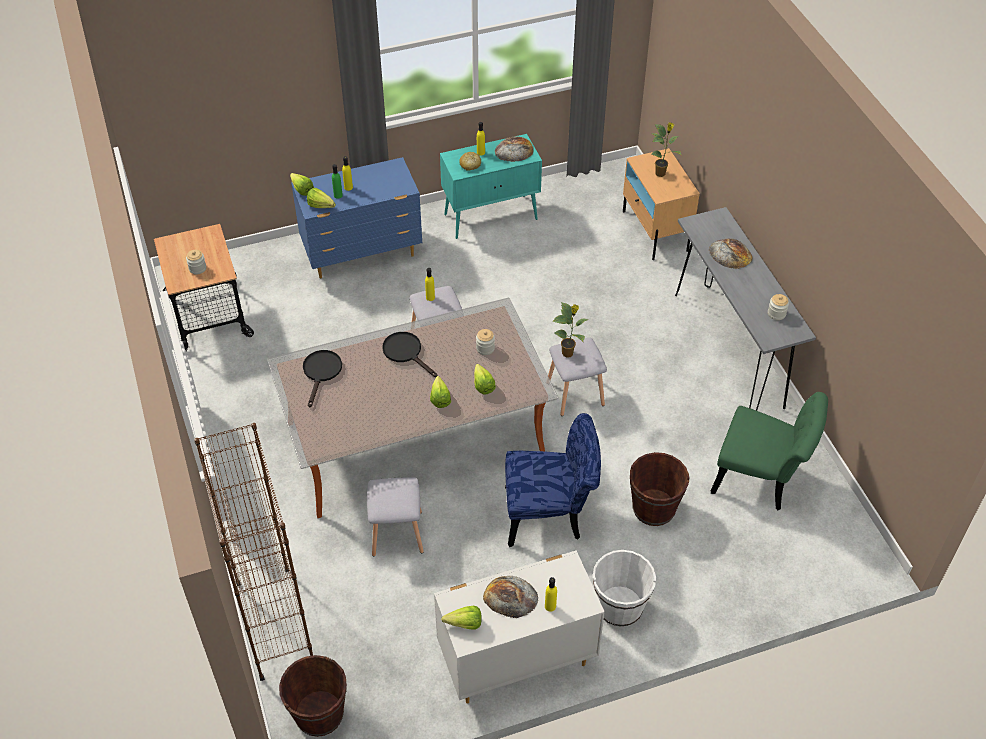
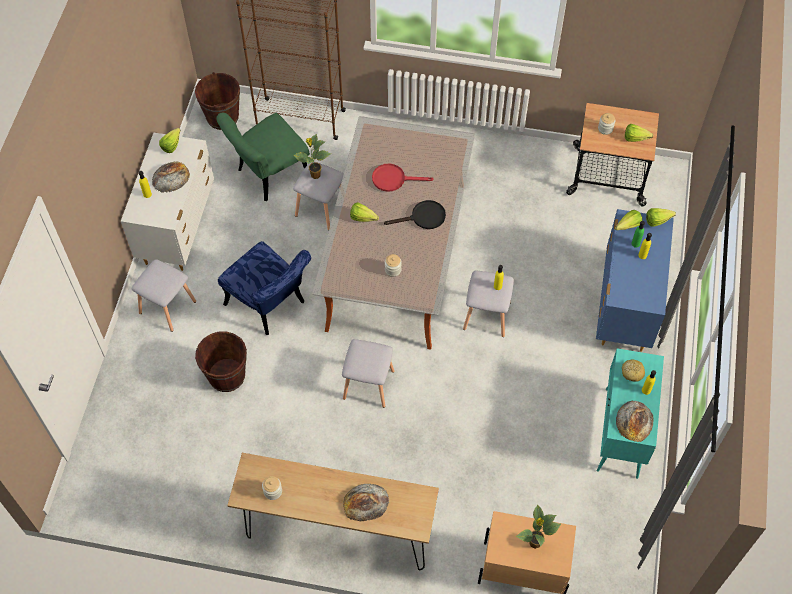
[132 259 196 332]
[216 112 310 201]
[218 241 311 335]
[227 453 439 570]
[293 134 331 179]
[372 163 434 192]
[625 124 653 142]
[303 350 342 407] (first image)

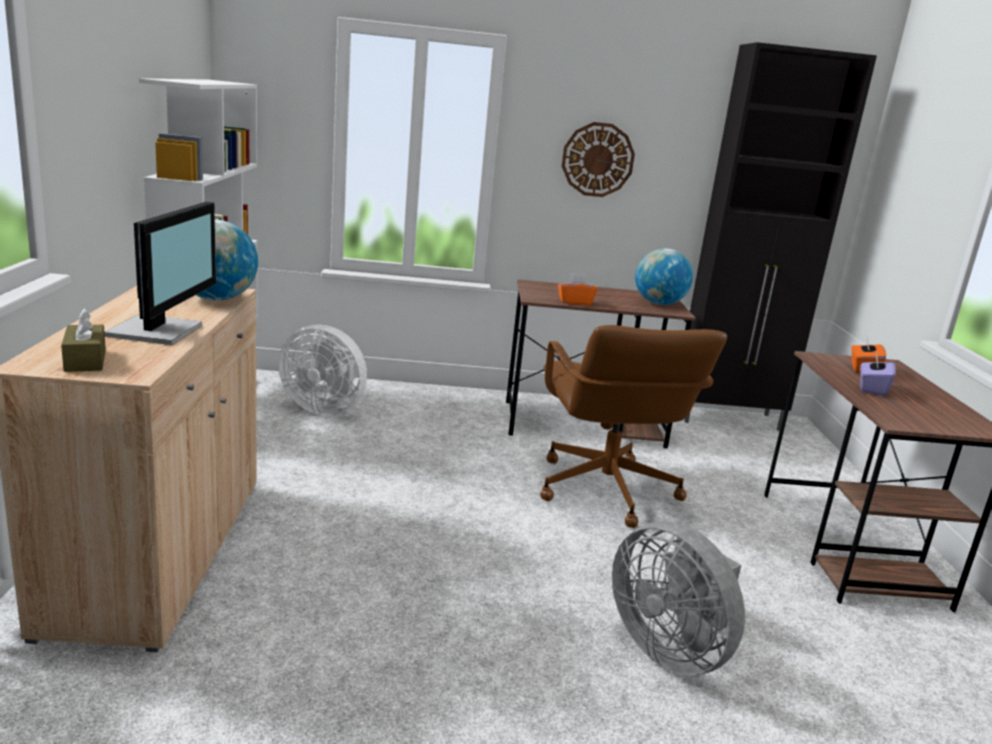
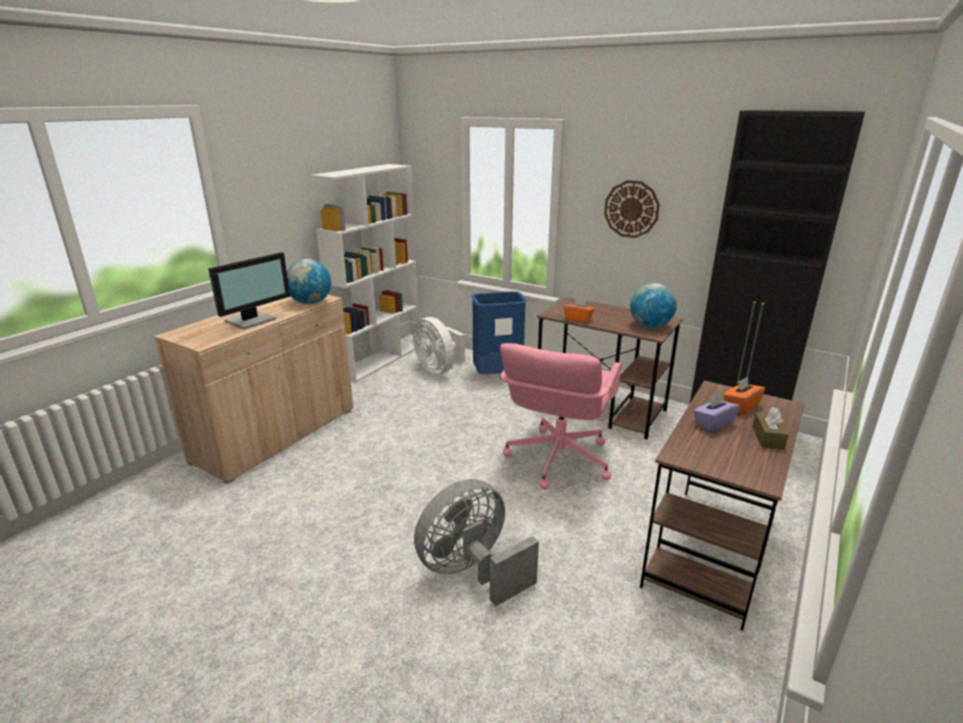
[414 479 539 606]
[471 291 527 374]
[500 343 621 489]
[752 407 789 450]

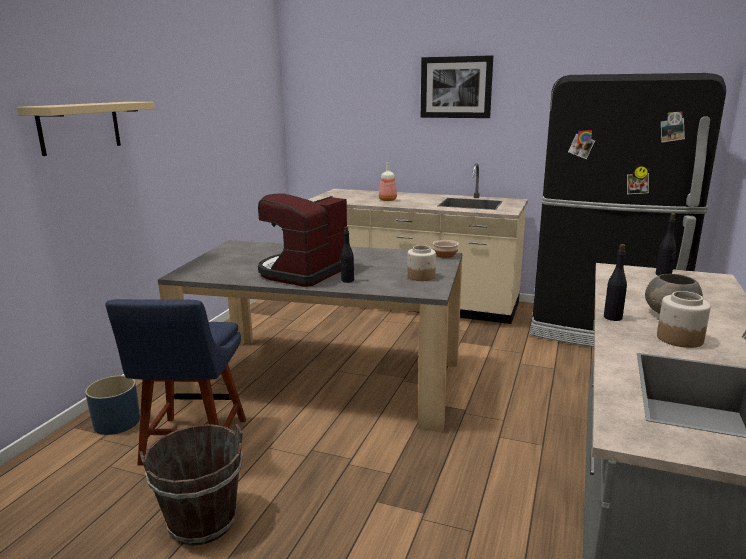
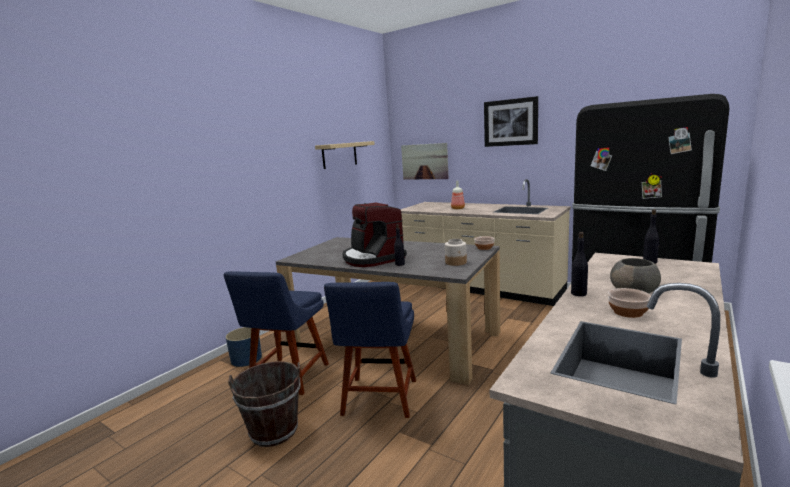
[315 141 375 169]
[324 282 416 418]
[342 203 407 267]
[401 143 449 179]
[608 288 651 318]

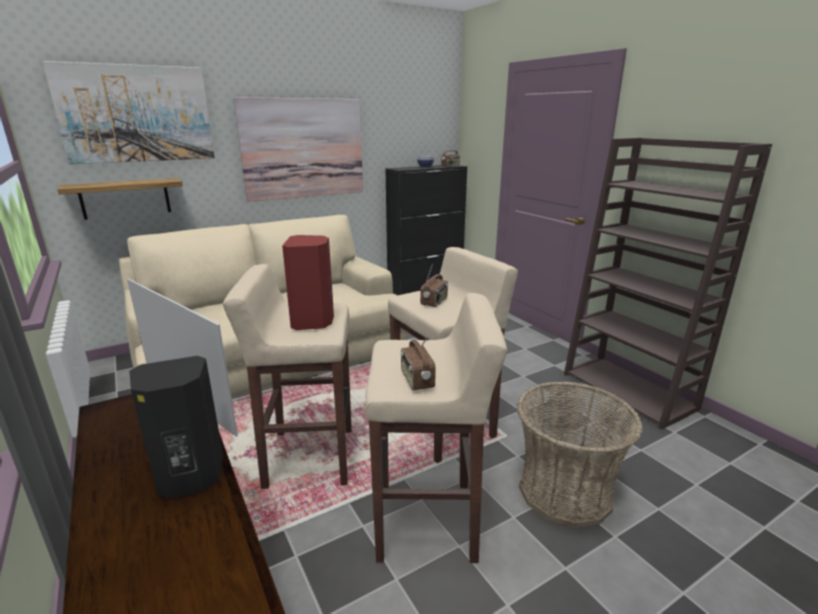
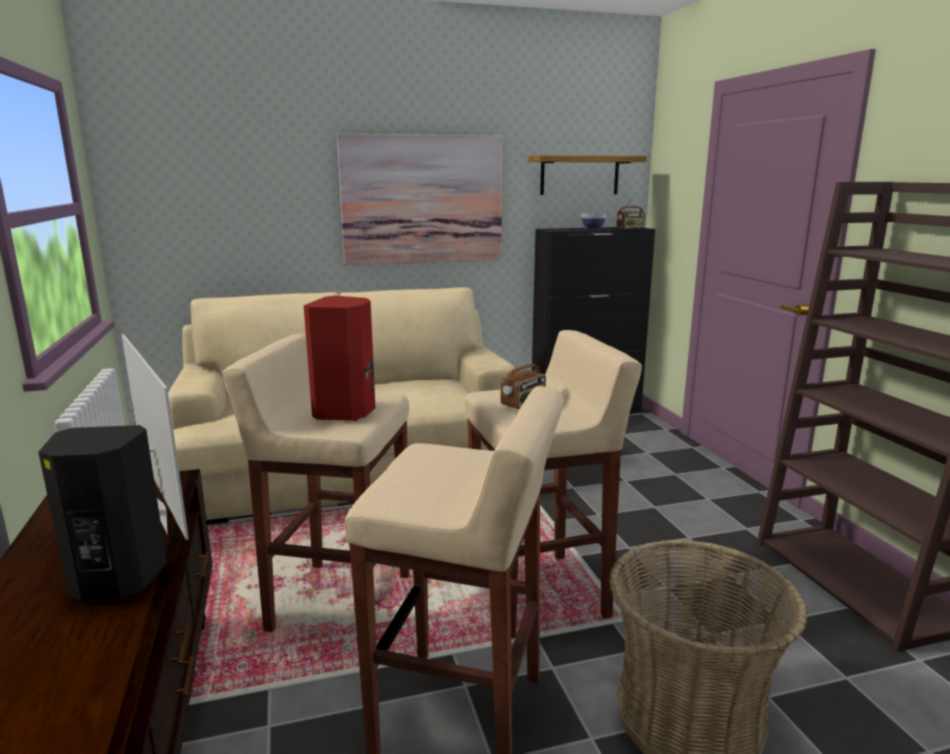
[528 155 647 195]
[42 61 215 164] (first image)
[401 335 436 390] (first image)

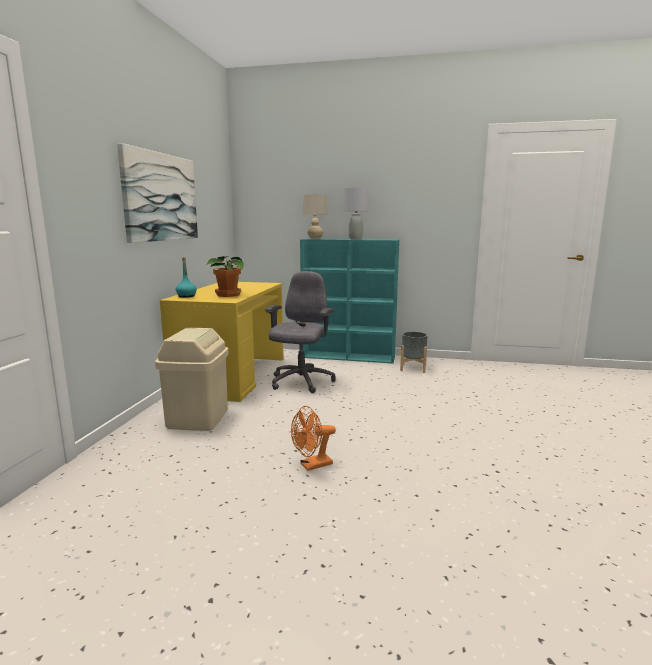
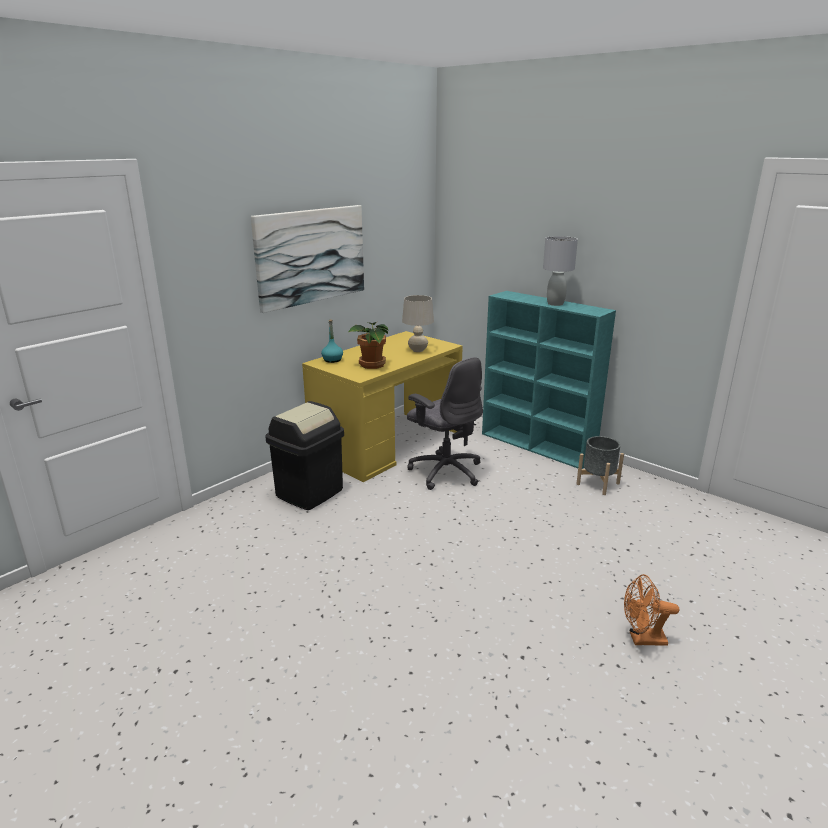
[265 401 344 510]
[402 295 434 352]
[407 357 483 490]
[624 574 679 646]

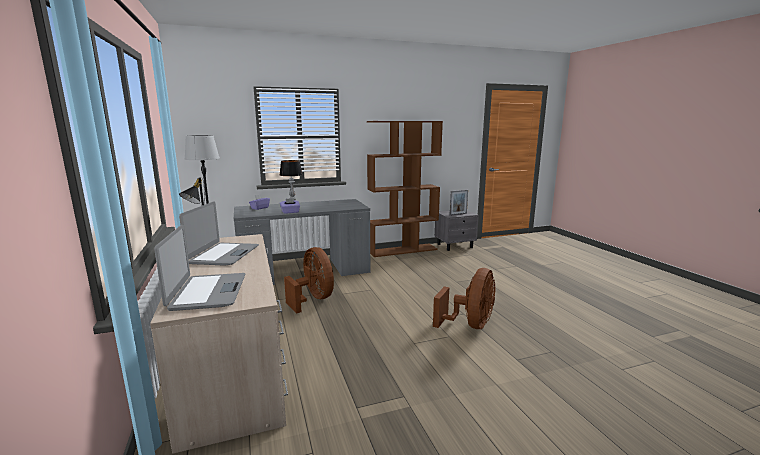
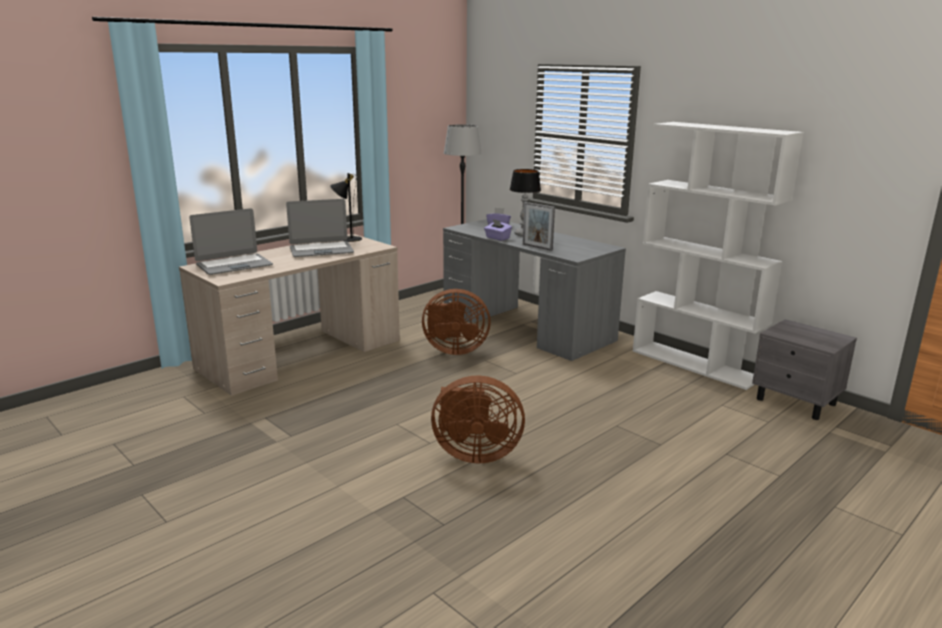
[422 289 491 355]
[523 202 555 251]
[633 122 804 390]

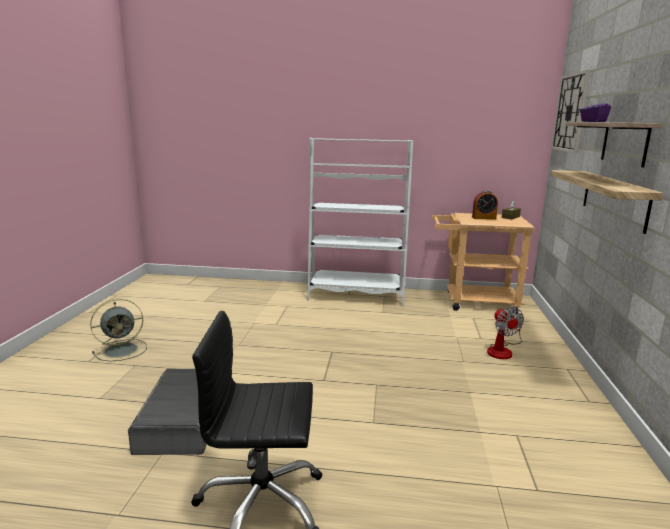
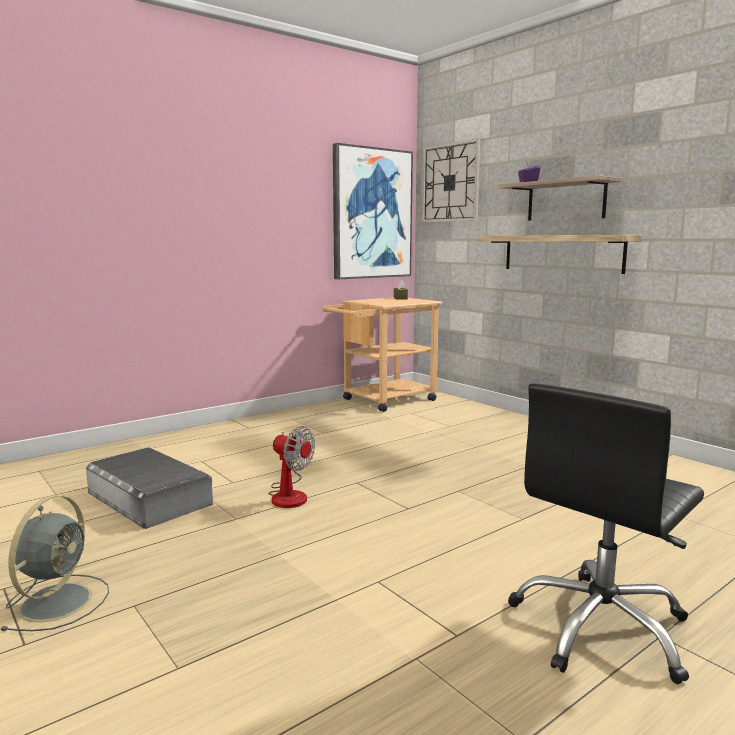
[86 447 213 529]
[269 426 315 508]
[333 143 413 279]
[307 138 413 306] (first image)
[472 191 498 219] (first image)

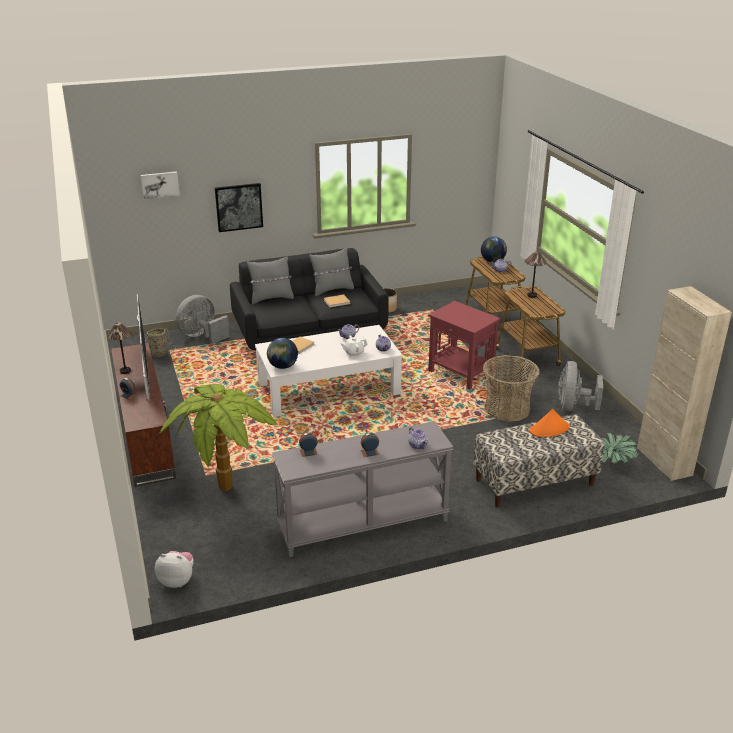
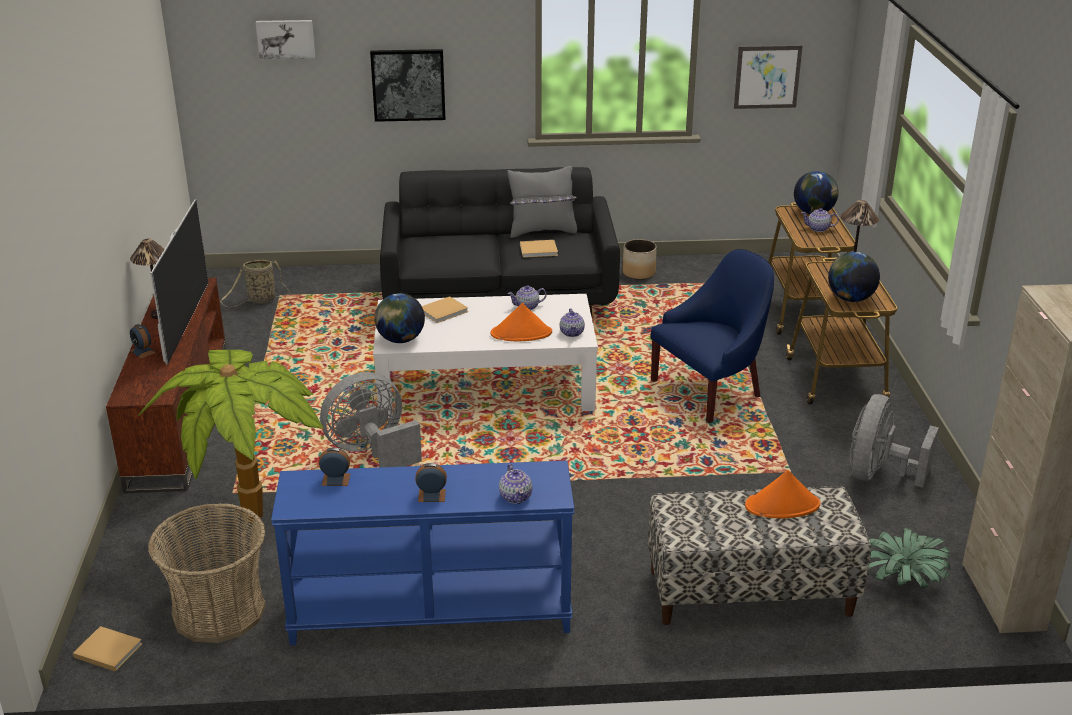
[73 626 142 672]
[148 503 266 643]
[271 461 575 645]
[320 372 422 467]
[491 303 552 342]
[650 249 774 423]
[734 45 803 109]
[828 252 880 302]
[247 257 294 304] (first image)

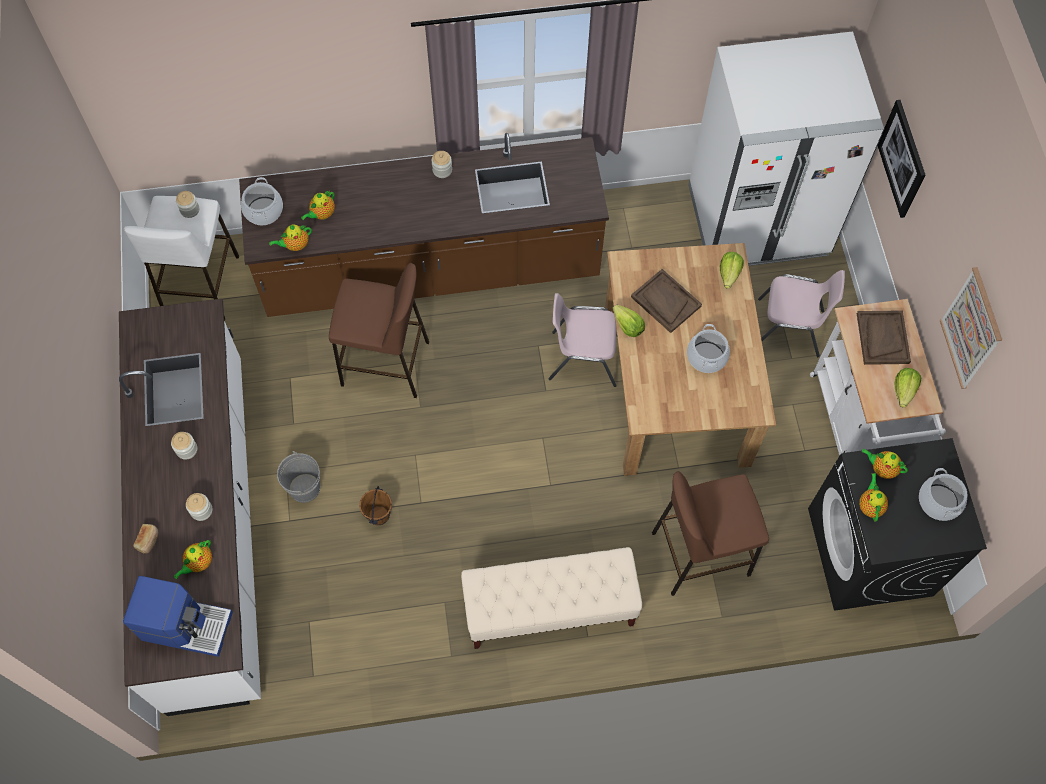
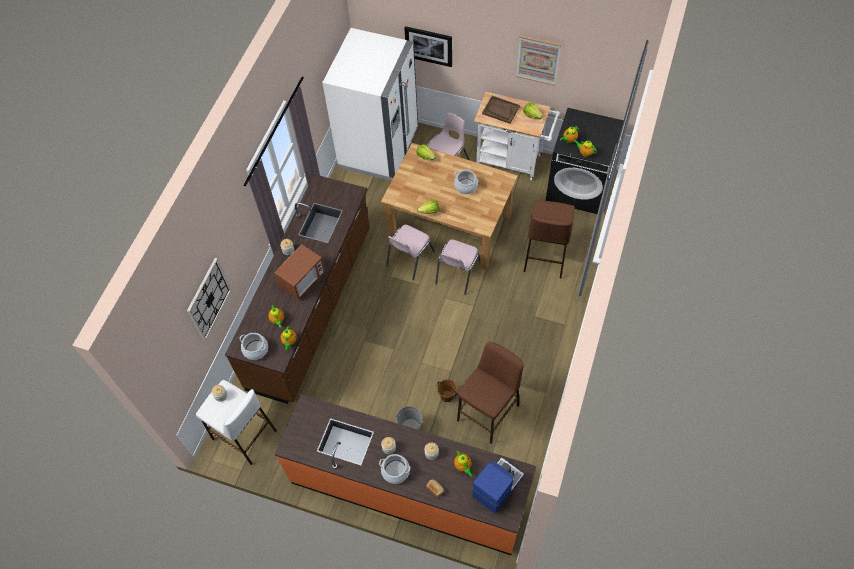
[187 258 231 341]
[274 244 325 299]
[275 394 536 555]
[379 454 410 484]
[435 239 480 295]
[457 342 524 444]
[461 547 642 649] (first image)
[631 269 702 333] (first image)

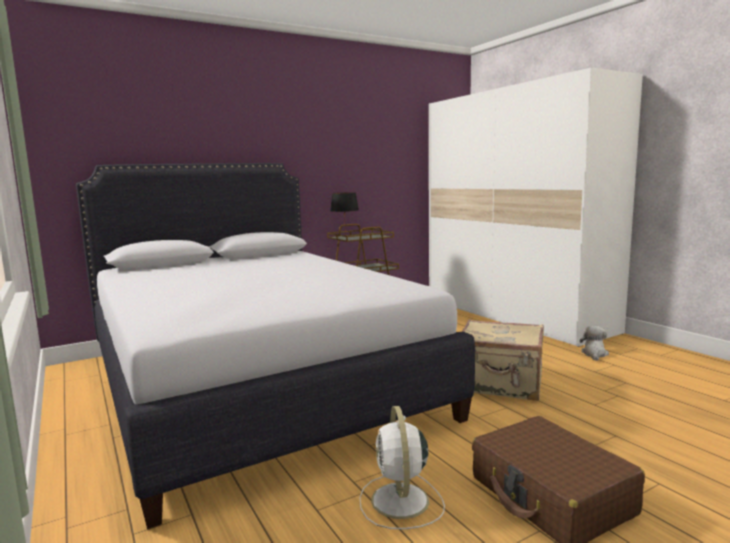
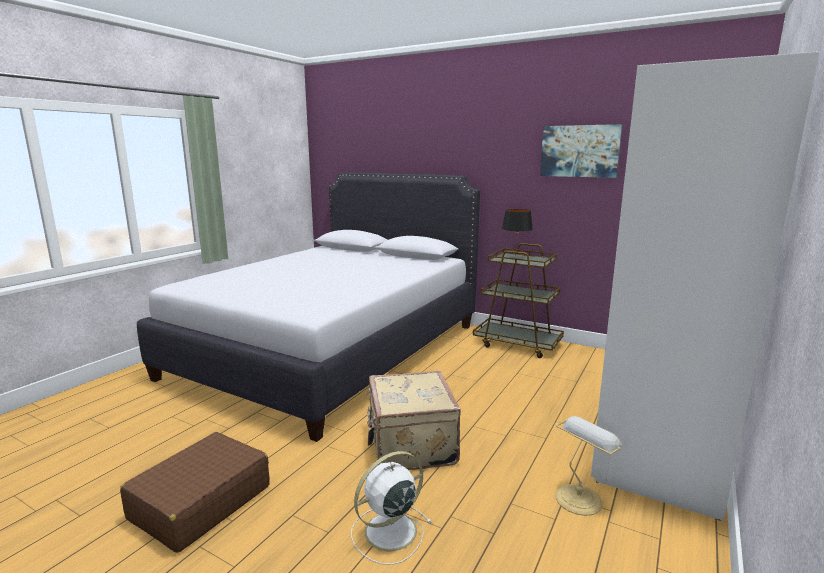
[351 451 432 565]
[540 124 622 178]
[555 416 622 516]

